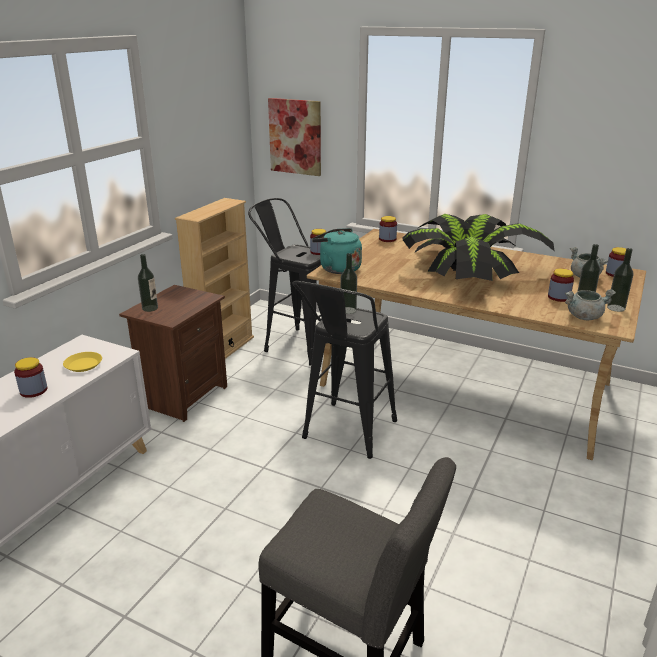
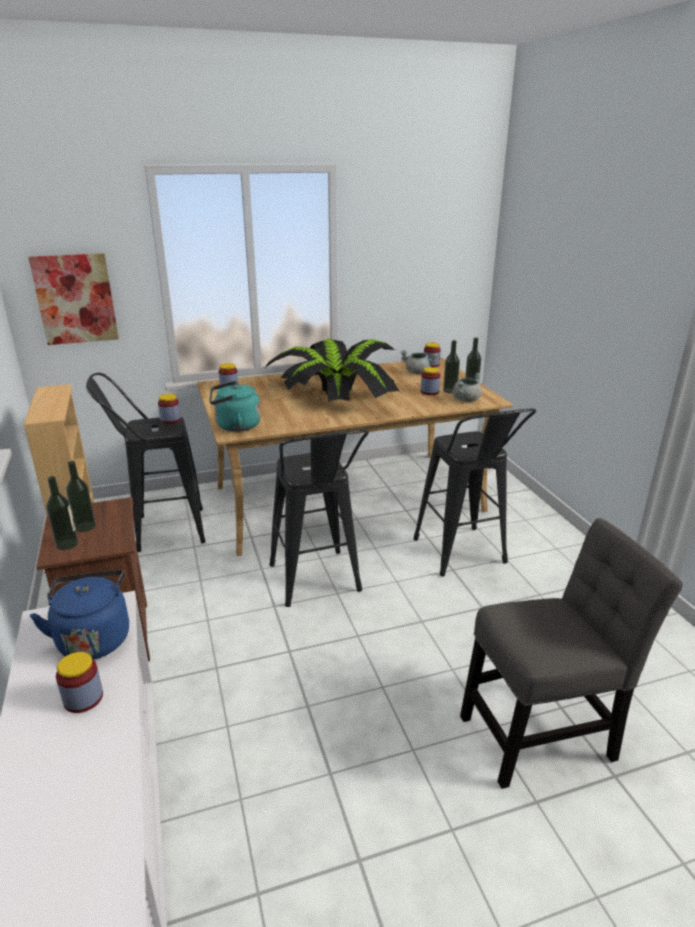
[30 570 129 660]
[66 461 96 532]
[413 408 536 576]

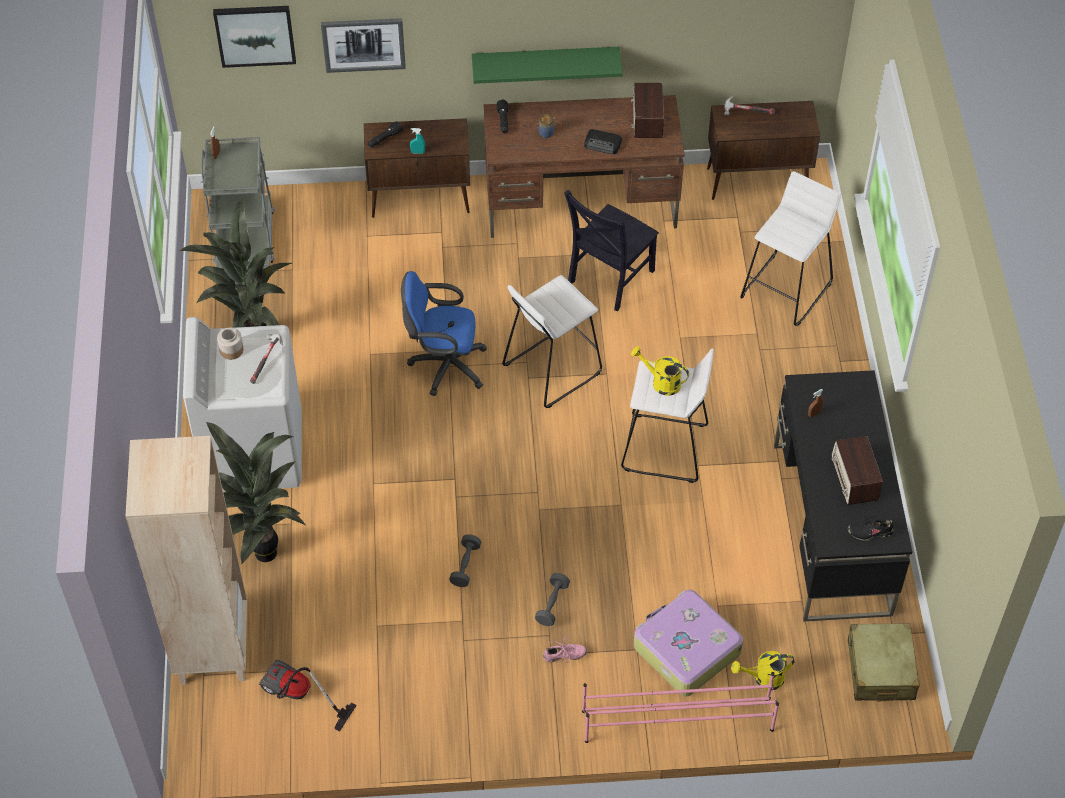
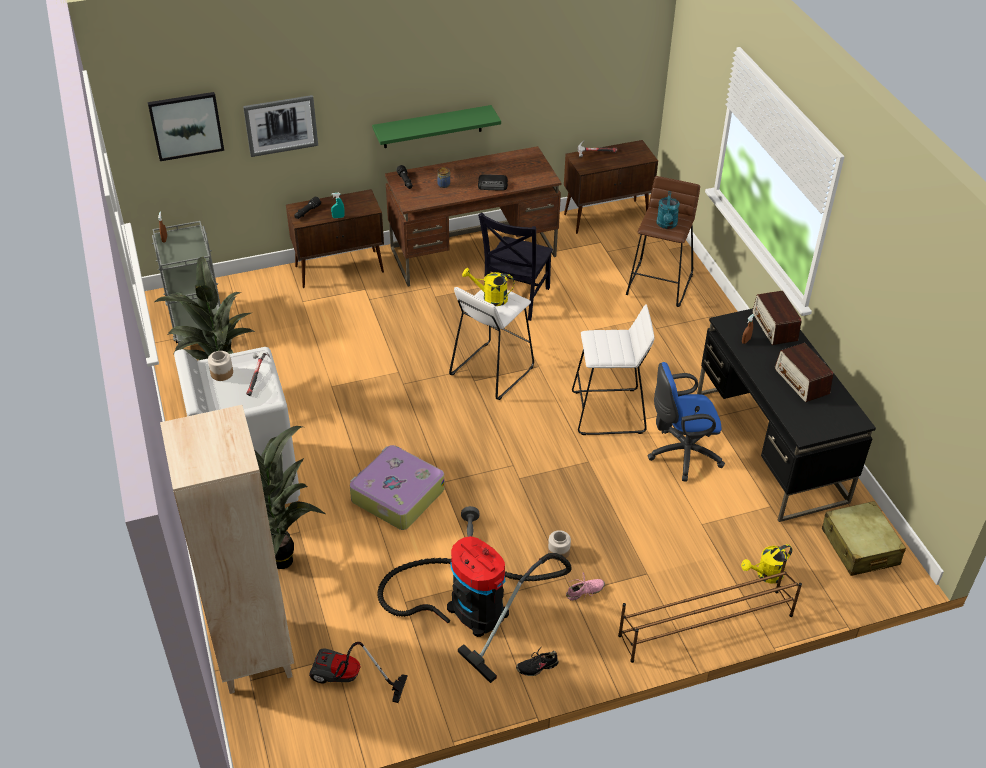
[350 445 445 530]
[377 536 571 683]
[462 268 514 306]
[516 649 558 676]
[548 530 571 560]
[618 559 802 663]
[626 176 700 307]
[648 362 725 482]
[656 191 680 229]
[752 291 802 345]

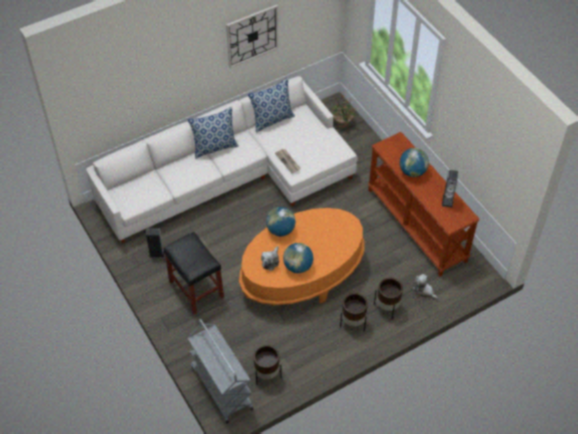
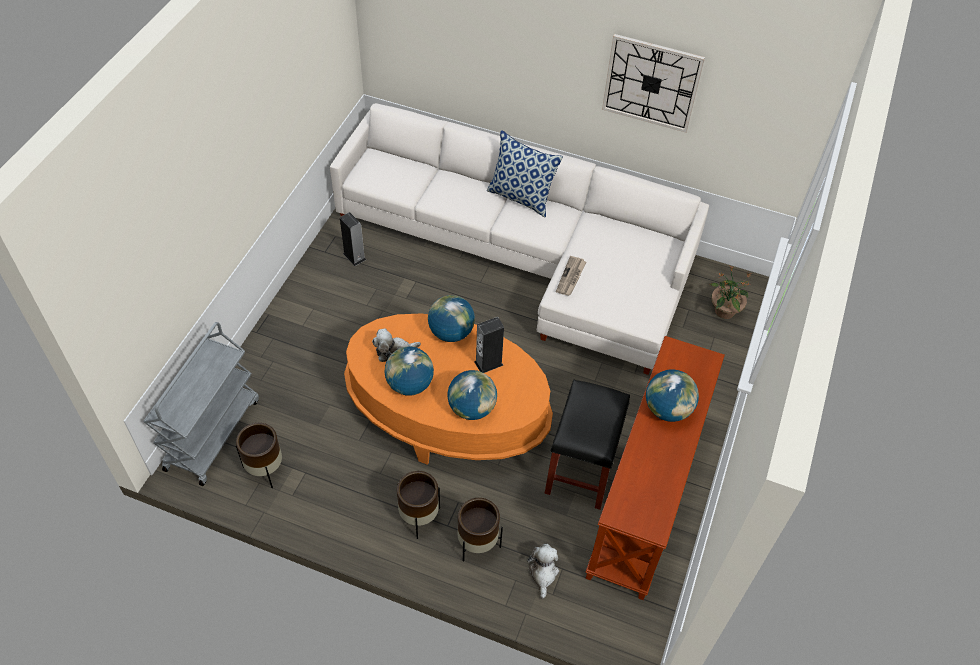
[448 370 497 420]
[474 317 504 373]
[544 380 630 510]
[248 78 295 133] (first image)

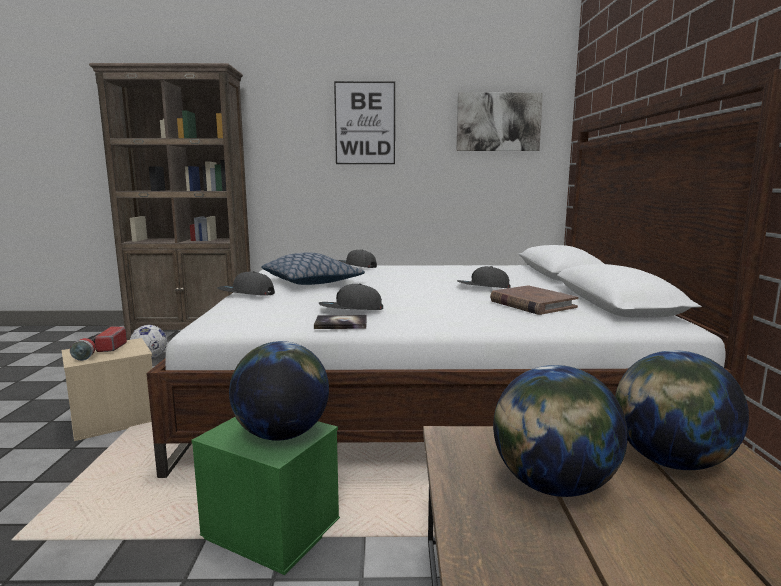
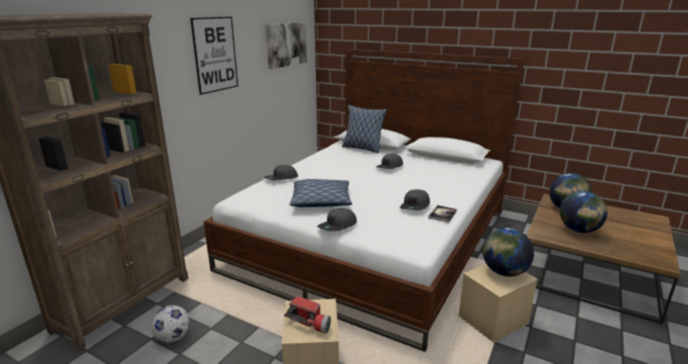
[342 105 387 153]
[458 264 538 342]
[490 285 579 315] (first image)

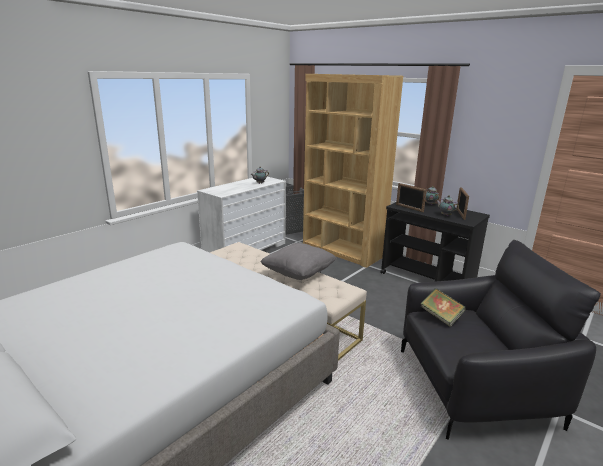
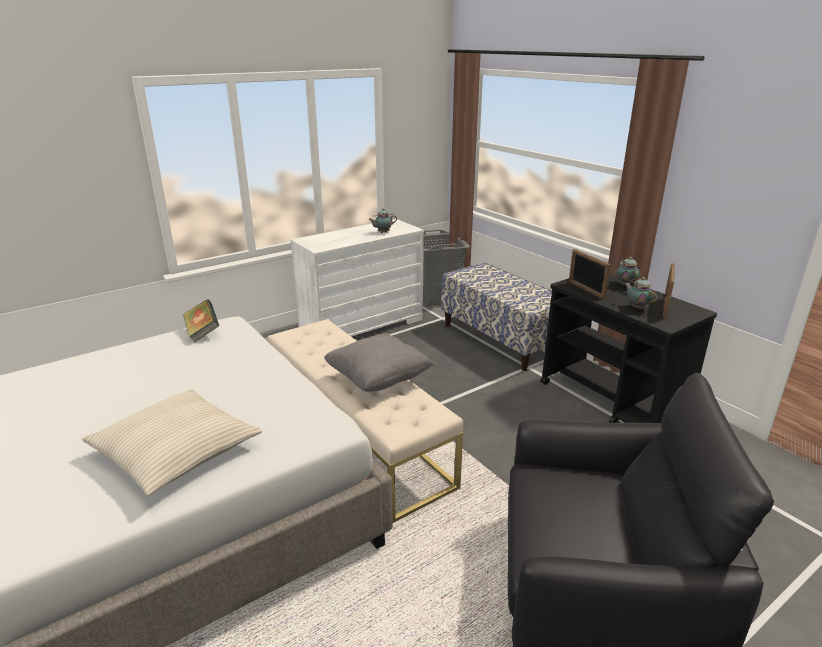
[82 390 262 496]
[183 299 219 342]
[441 263 552 371]

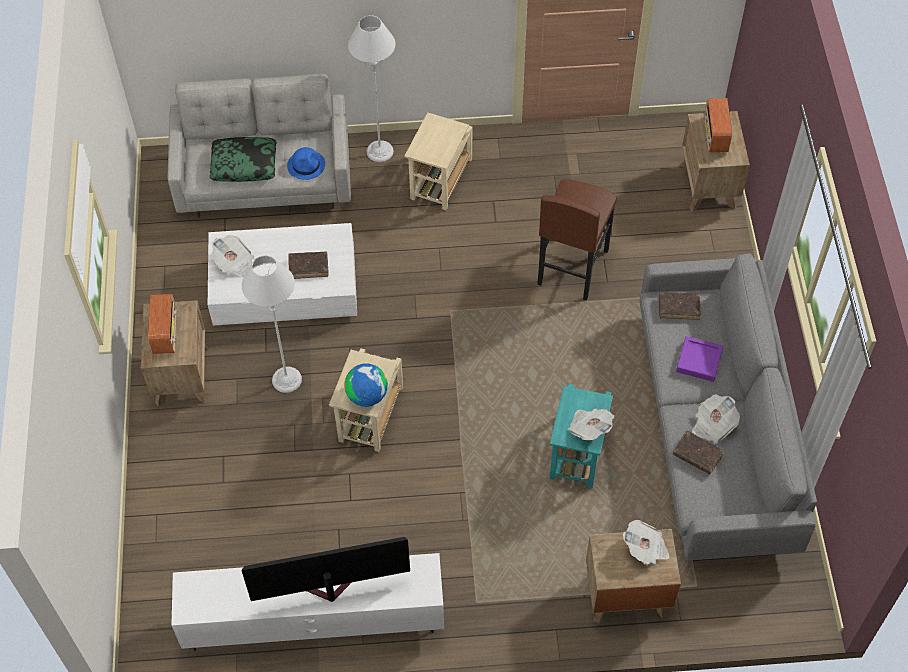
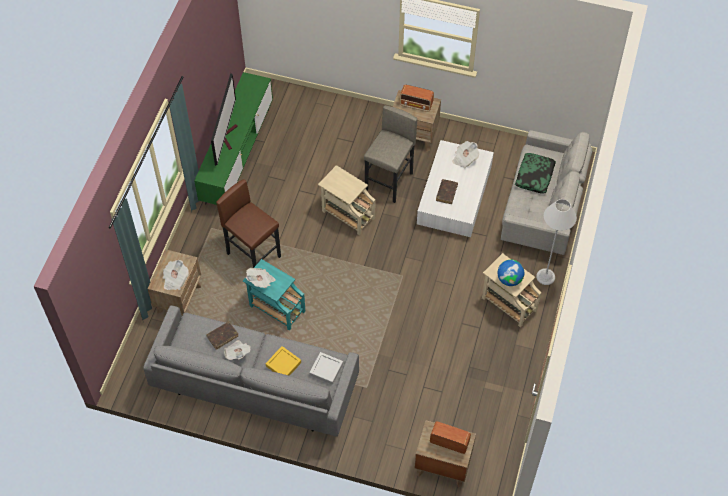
[194 72 273 205]
[216 179 281 268]
[266 346 301 376]
[309 352 343 385]
[364 105 417 203]
[498 260 524 286]
[287 147 325 180] (first image)

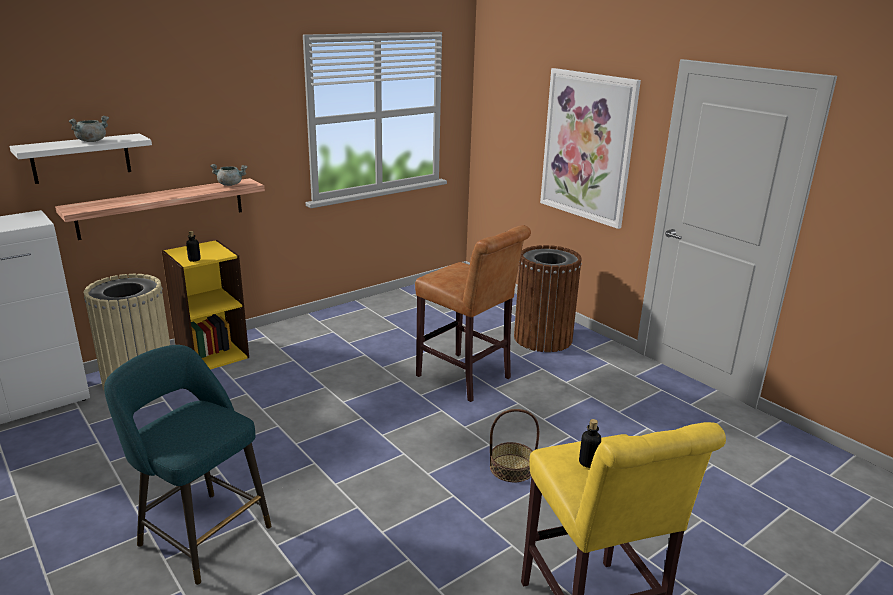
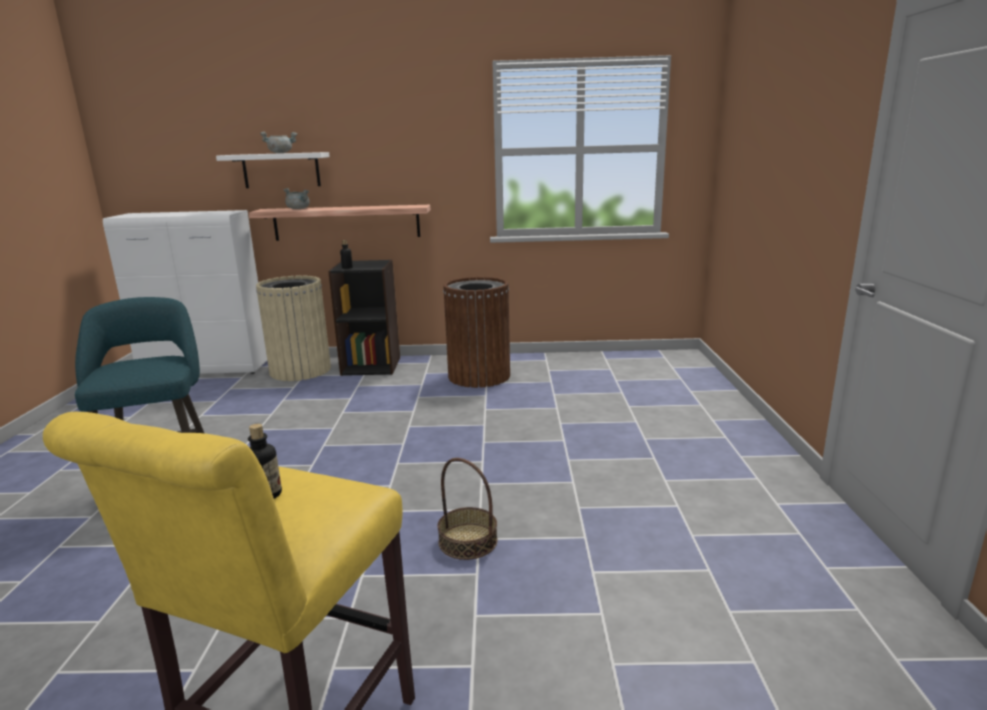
[283 188 310 209]
[328 260 400 376]
[443 277 510 388]
[415 225 531 402] (first image)
[540 68 641 229] (first image)

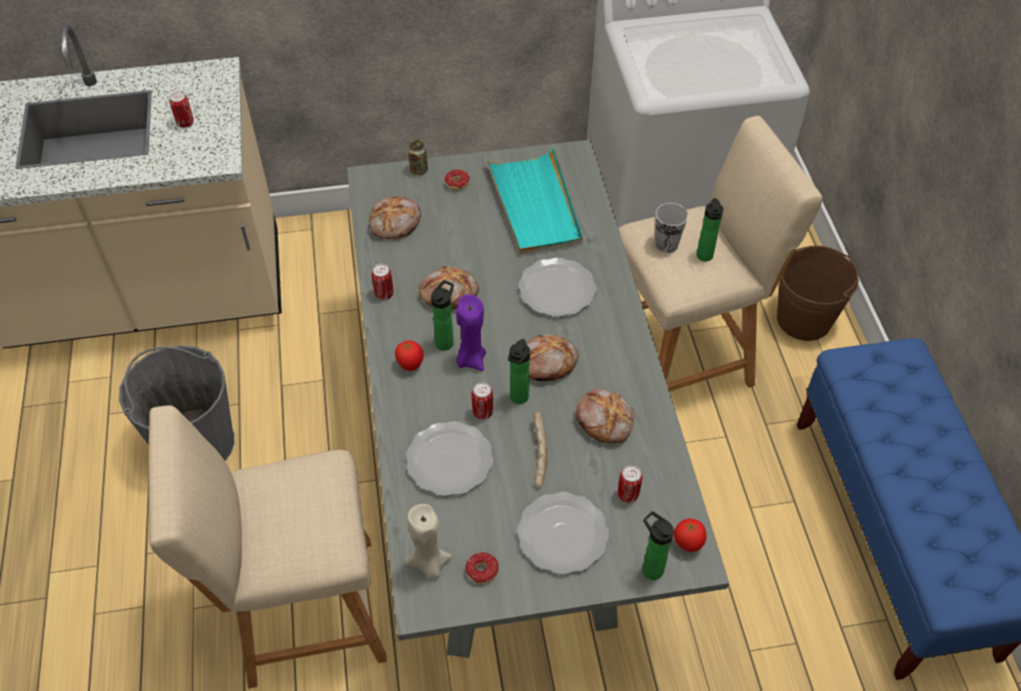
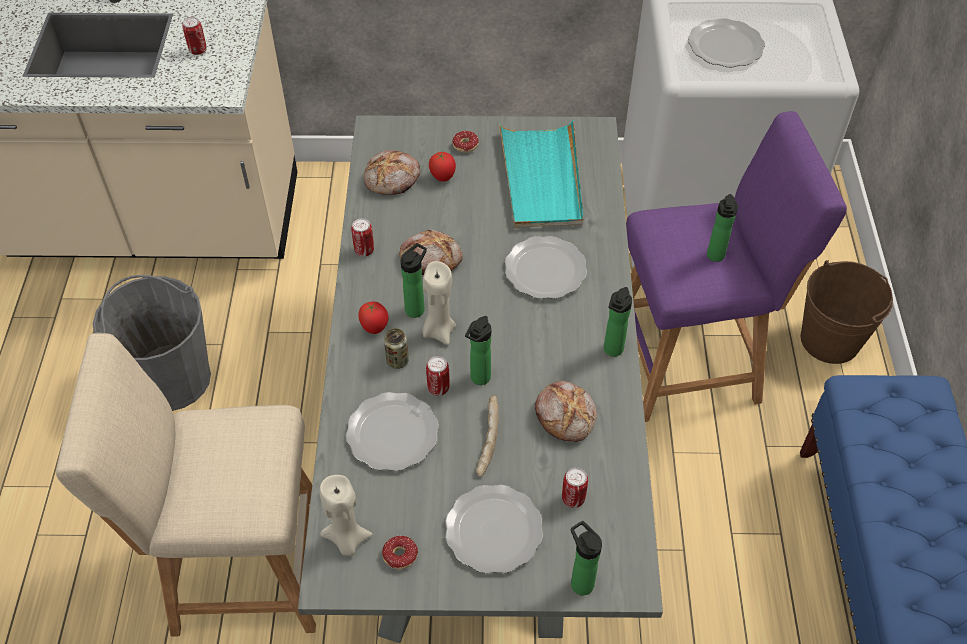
[384 328 409 369]
[422 261 456 345]
[429 152 456 182]
[604 287 632 357]
[626 111 847 422]
[688 18 765 67]
[527 334 579 381] (first image)
[655 203 688 253] (first image)

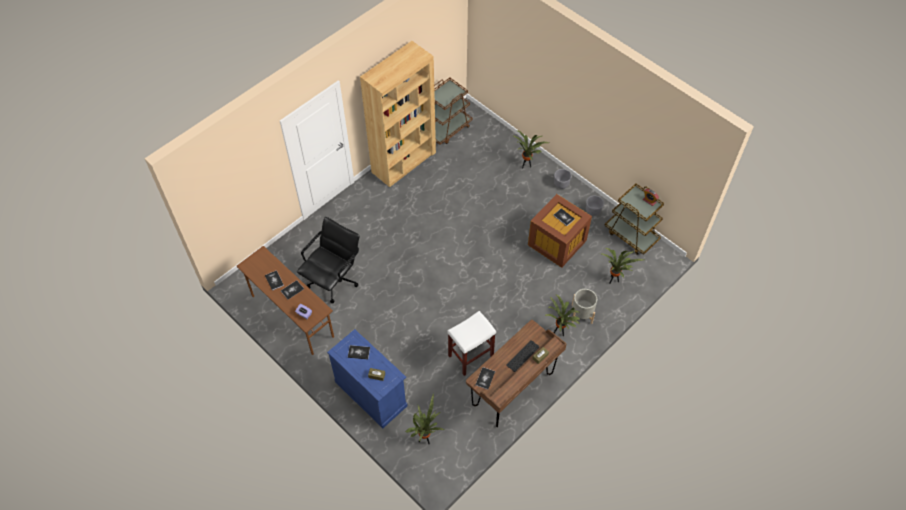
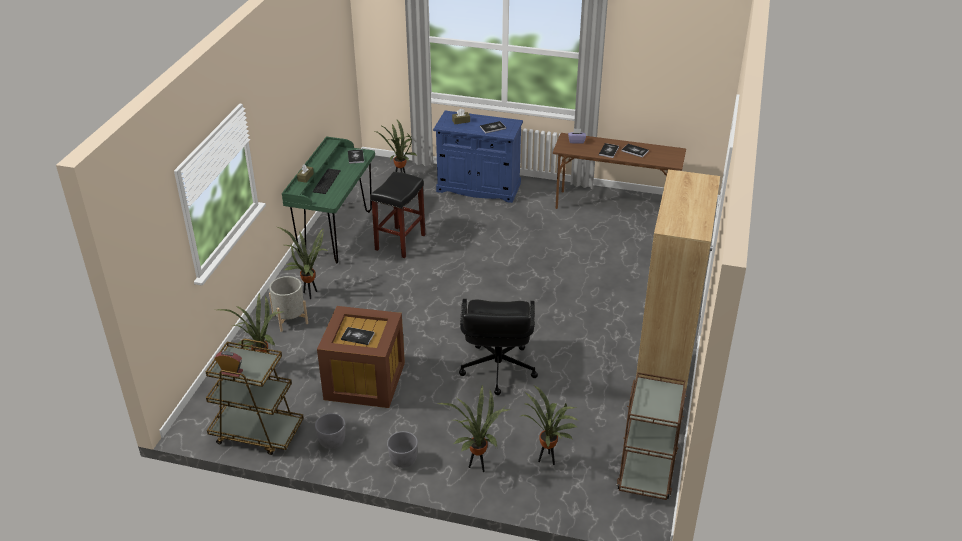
[282 136 375 264]
[370 172 425 258]
[459 299 538 395]
[521 385 578 465]

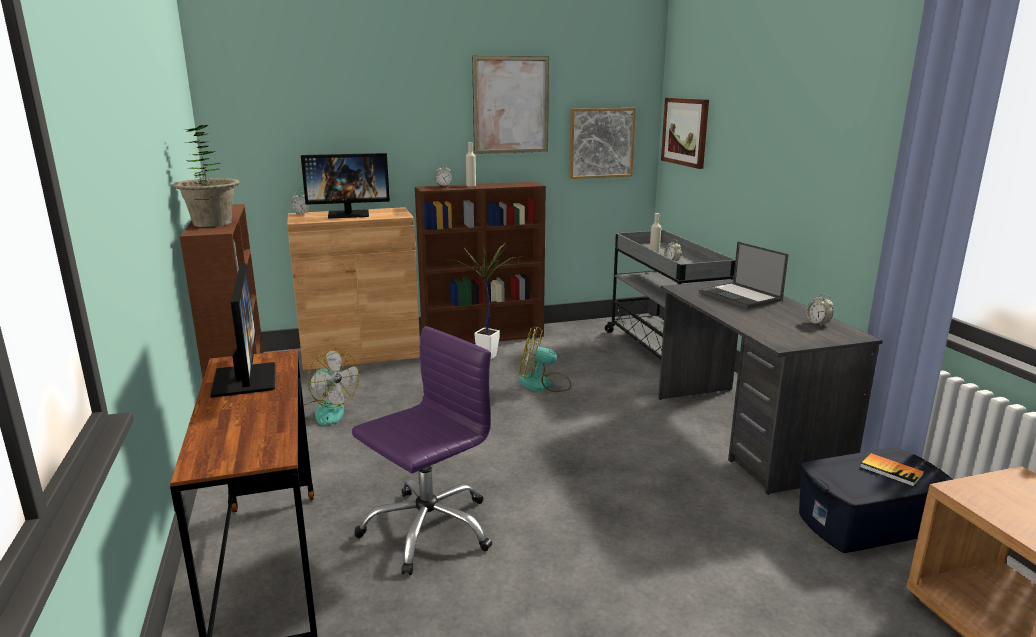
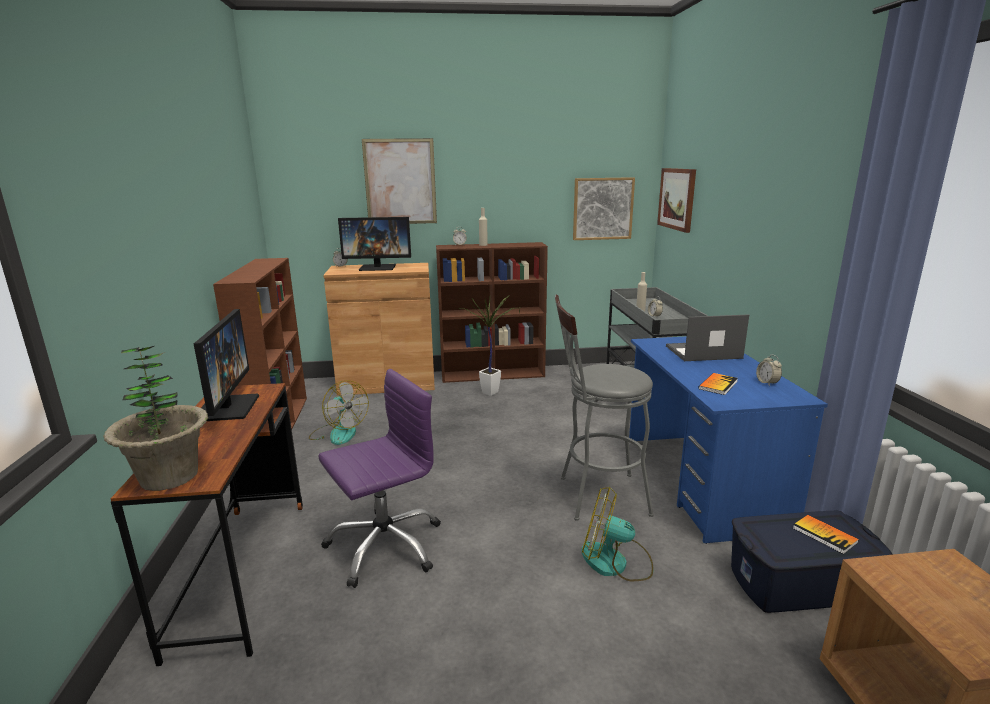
[103 346 208 491]
[362 138 437 224]
[555 295 654 521]
[581 487 653 582]
[629 336 828 544]
[666 314 749 361]
[699 373 738 395]

